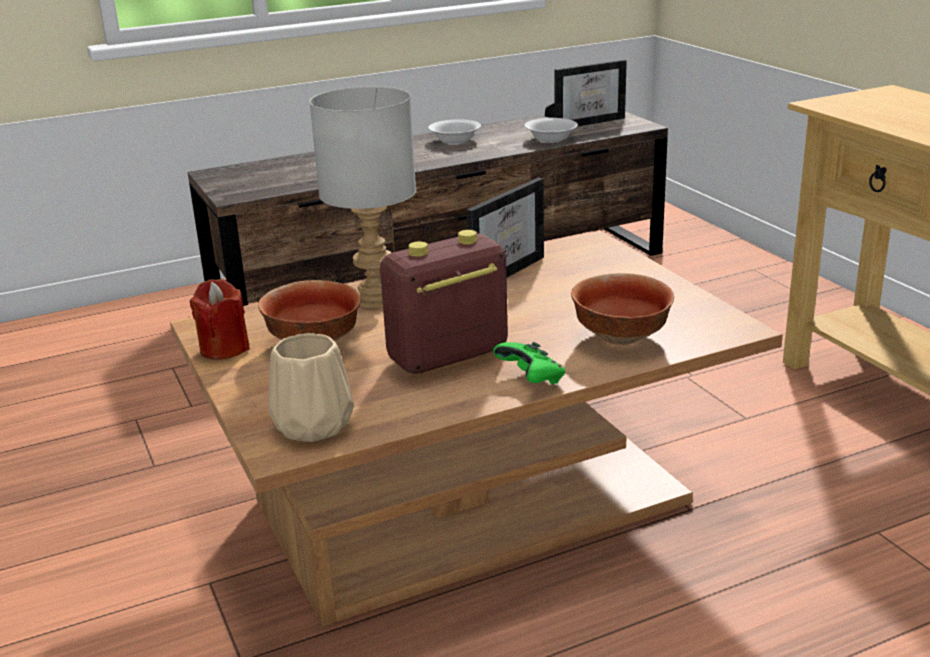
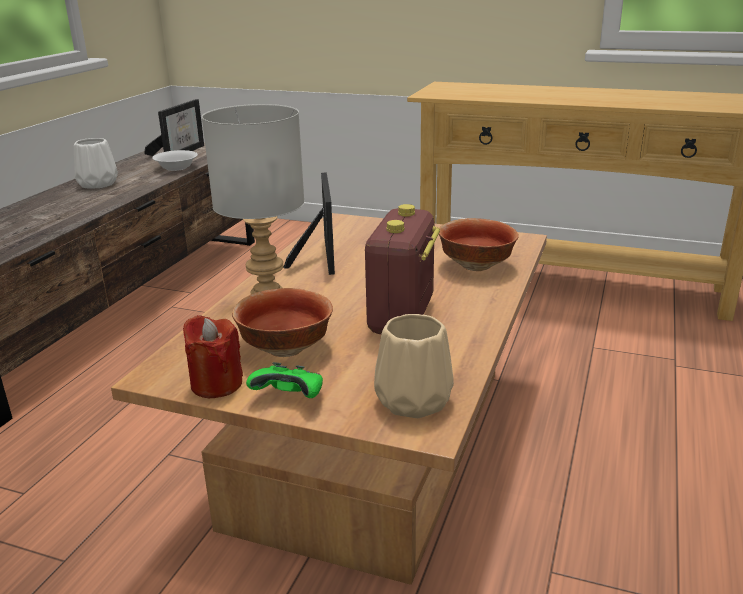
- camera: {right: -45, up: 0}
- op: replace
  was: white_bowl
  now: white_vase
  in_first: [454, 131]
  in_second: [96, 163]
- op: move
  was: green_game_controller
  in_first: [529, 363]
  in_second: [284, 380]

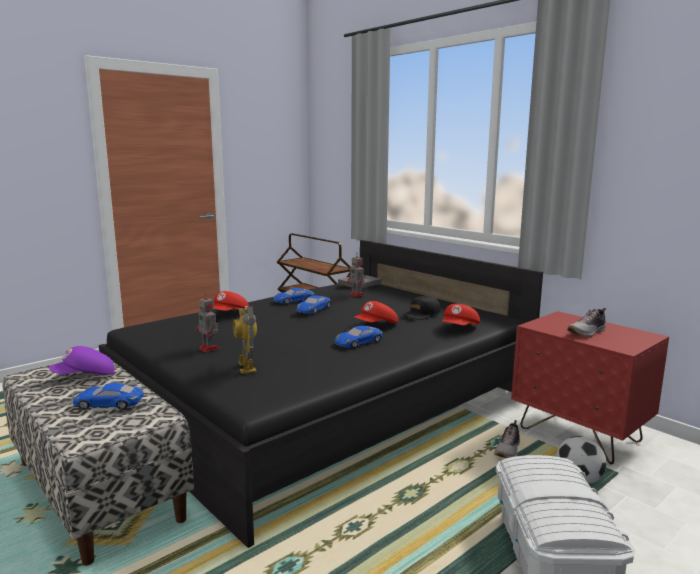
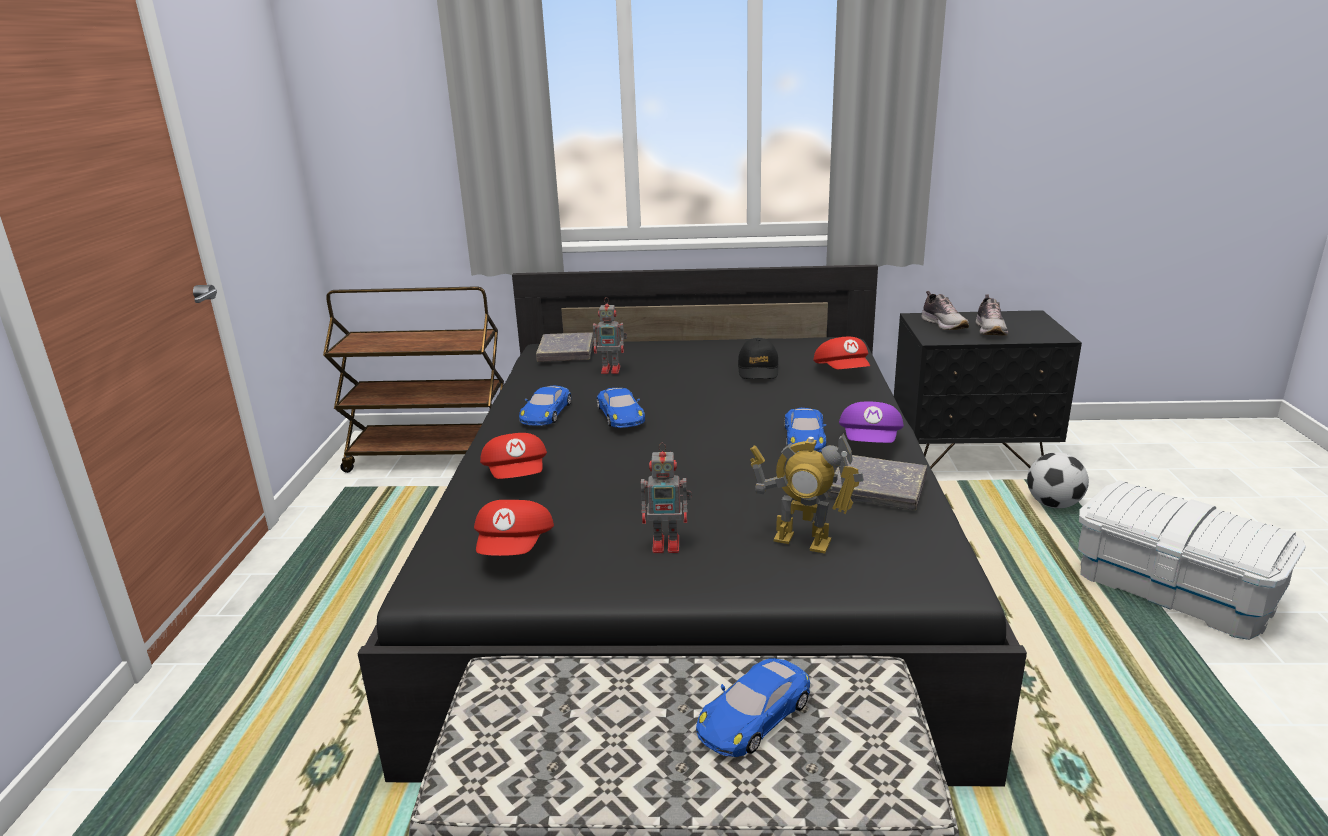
- camera: {right: -45, up: 10}
- op: move
  was: red_cap
  in_first: [376, 312]
  in_second: [514, 528]
- op: recolor
  was: red_nightstand
  now: black_nightstand
  in_first: [590, 387]
  in_second: [988, 389]
- op: move
  was: purple_cap
  in_first: [82, 360]
  in_second: [871, 422]
- op: move
  was: shoe
  in_first: [507, 439]
  in_second: [945, 310]
- op: insert
  now: grey_book
  in_second: [877, 482]

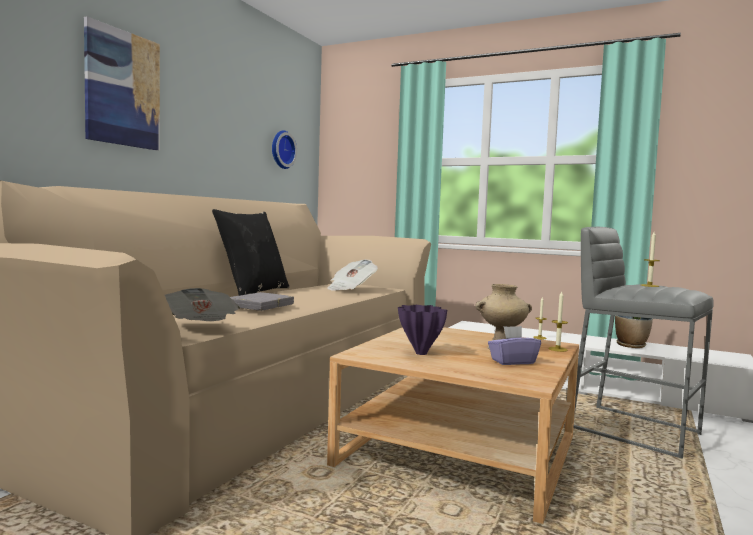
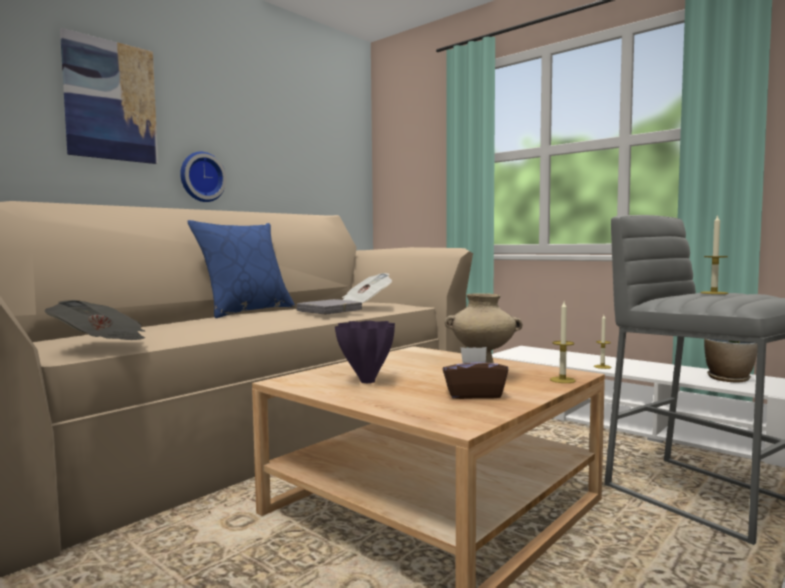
- camera: {right: 15, up: 0}
- op: move
  was: wall_clock
  in_first: [284, 149]
  in_second: [203, 177]
- op: recolor
  was: black_pillow
  now: blue_pillow
  in_first: [250, 252]
  in_second: [241, 269]
- op: move
  was: grey_book
  in_first: [262, 301]
  in_second: [329, 306]
- op: recolor
  was: purple_tissue_box
  now: brown_tissue_box
  in_first: [514, 345]
  in_second: [475, 373]

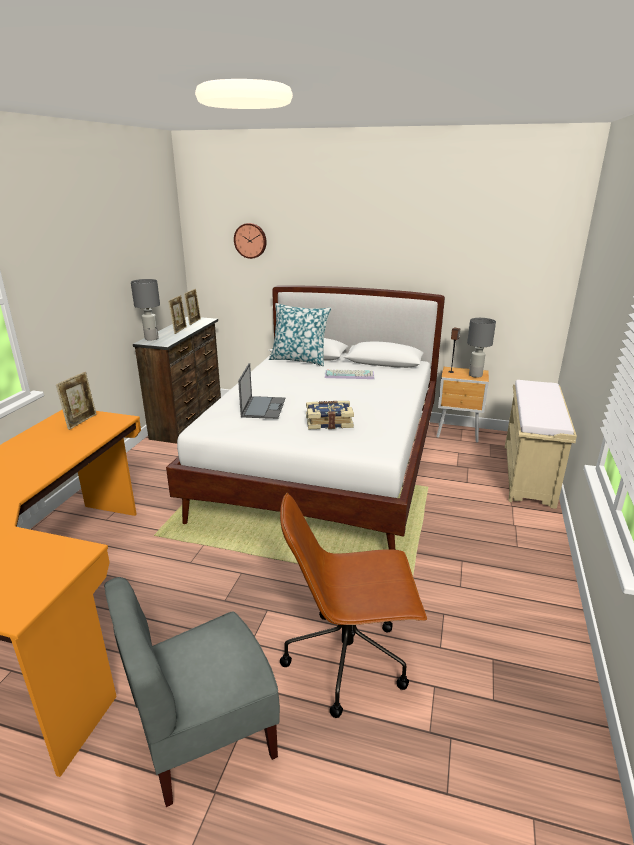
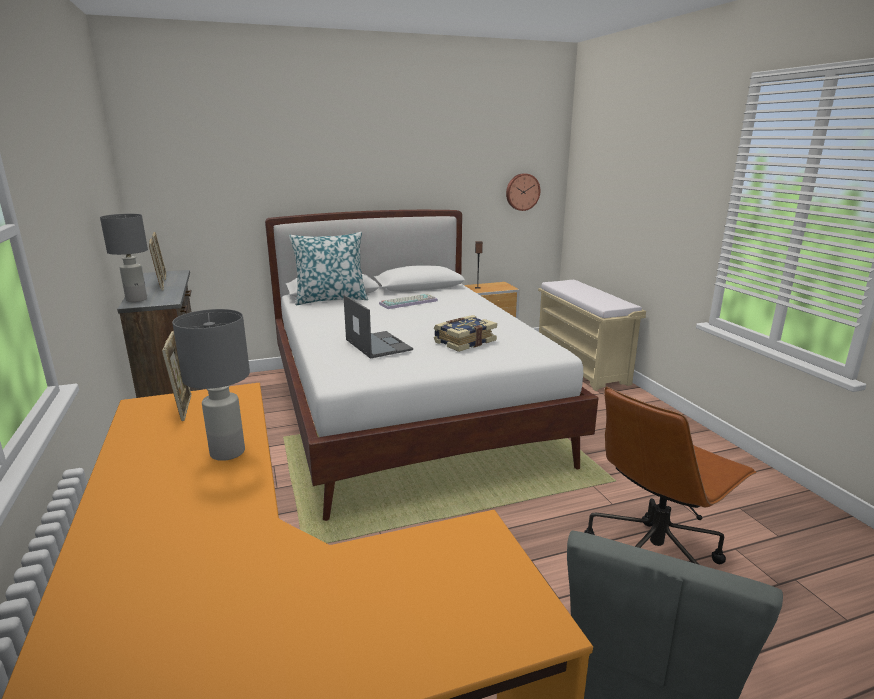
- camera: {right: -35, up: -5}
- op: move
  was: wall_clock
  in_first: [250, 241]
  in_second: [523, 192]
- op: move
  was: grey_table_lamp
  in_first: [481, 348]
  in_second: [211, 385]

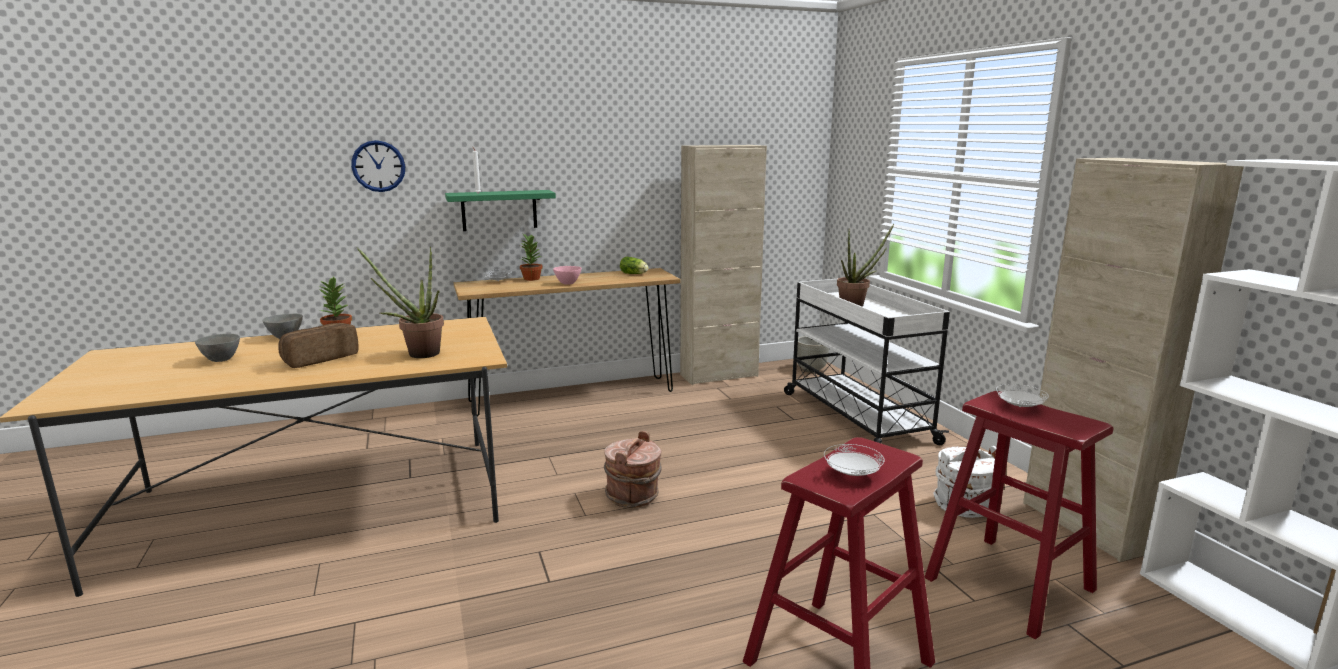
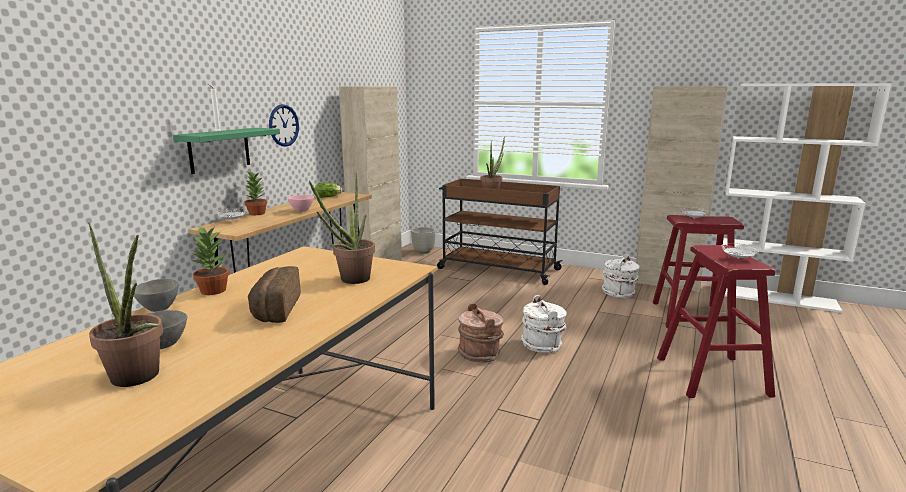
- camera: {right: -45, up: 0}
- op: move
  was: wall_clock
  in_first: [378, 166]
  in_second: [284, 125]
- op: recolor
  was: white_cart
  now: brown_cart
  in_first: [867, 362]
  in_second: [500, 232]
- op: insert
  now: potted_plant
  in_second: [125, 304]
- op: insert
  now: white_bucket
  in_second: [544, 324]

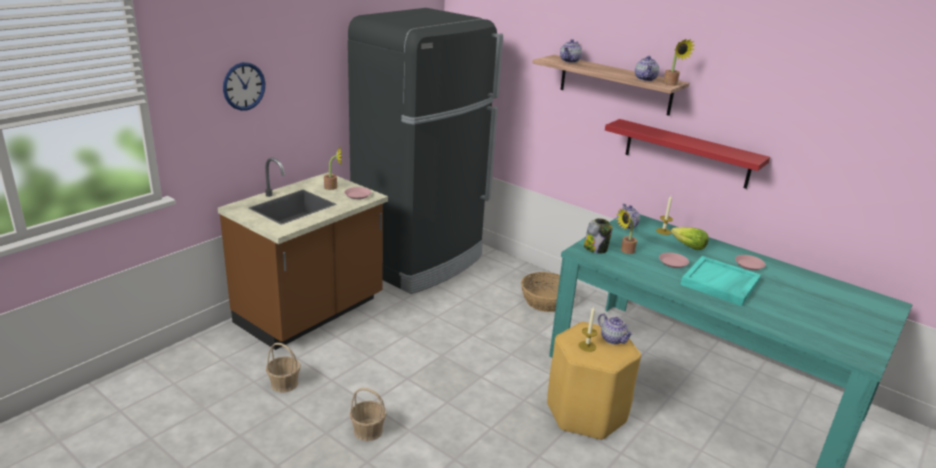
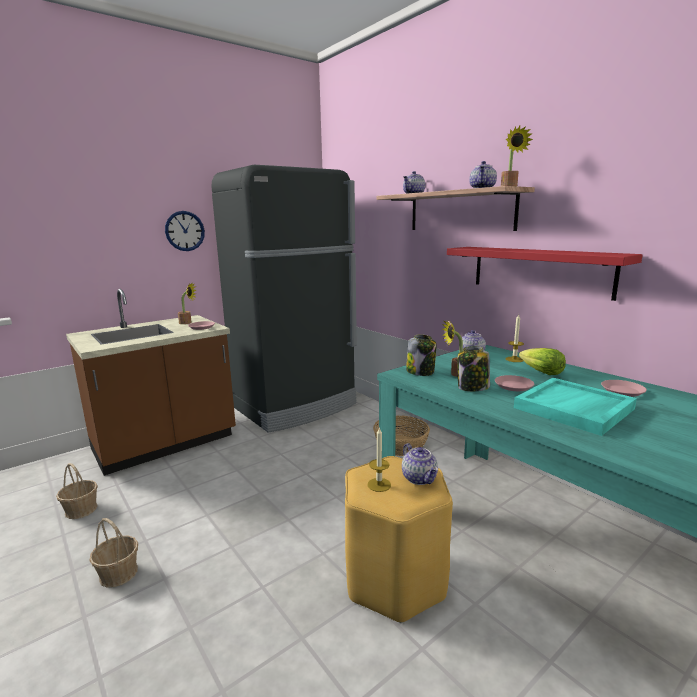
- camera: {right: 15, up: -10}
- op: move
  was: wall_clock
  in_first: [244, 86]
  in_second: [185, 231]
- op: insert
  now: jar
  in_second: [473, 368]

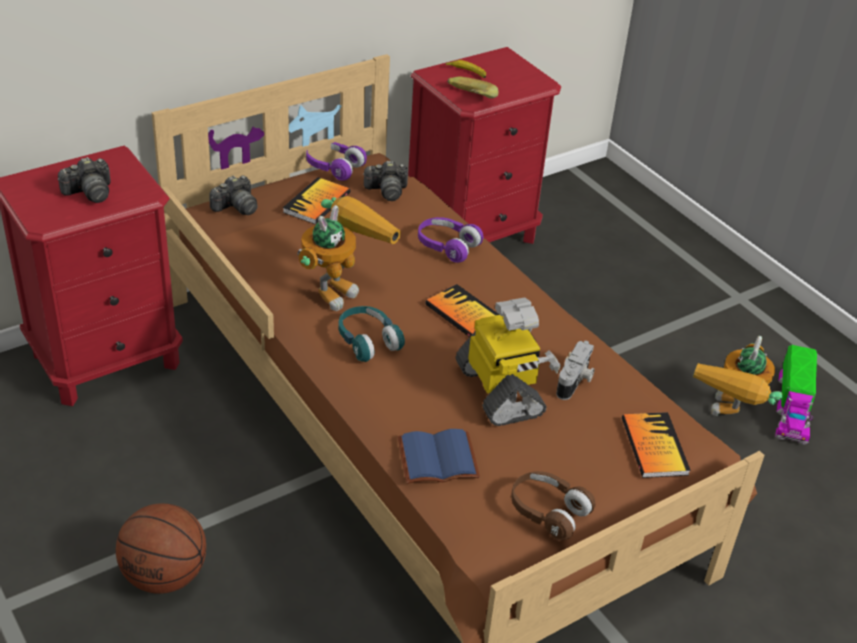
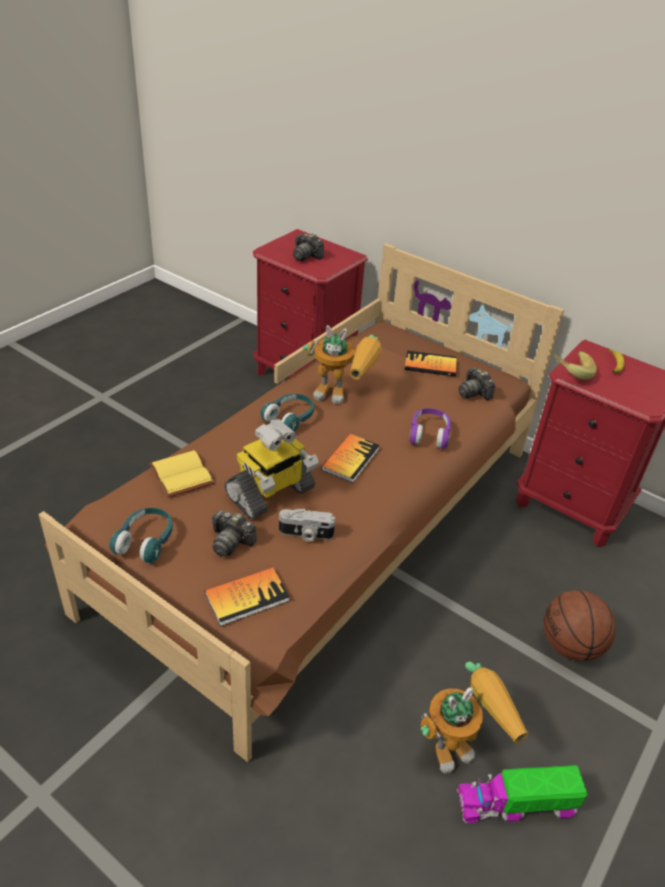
- camera: {right: 70, up: 0}
- op: delete
  was: purple_headphones
  in_first: [336, 161]
- op: move
  was: photo_camera
  in_first: [233, 195]
  in_second: [234, 533]
- op: rotate
  was: toy_robot
  in_first: [738, 376]
  in_second: [474, 718]
  clockwise: 150
- op: recolor
  was: blue_book
  now: yellow_book
  in_first: [439, 456]
  in_second: [182, 474]
- op: recolor
  was: brown_headphones
  now: turquoise_headphones
  in_first: [553, 505]
  in_second: [141, 535]
- op: move
  was: basketball
  in_first: [161, 548]
  in_second: [579, 625]

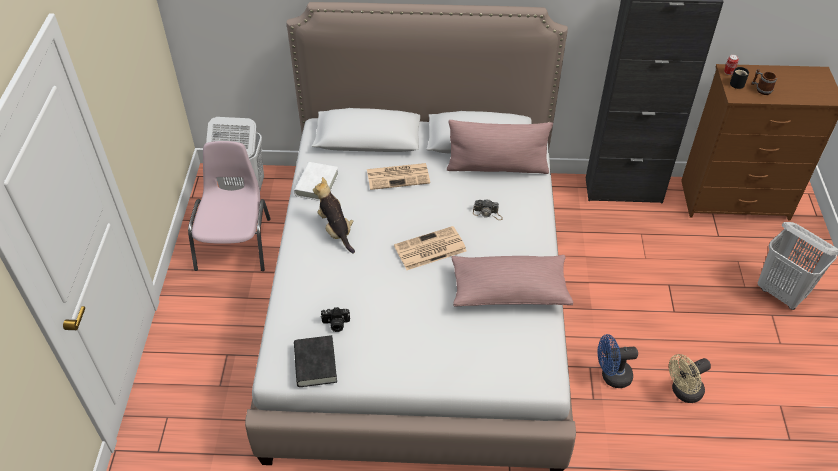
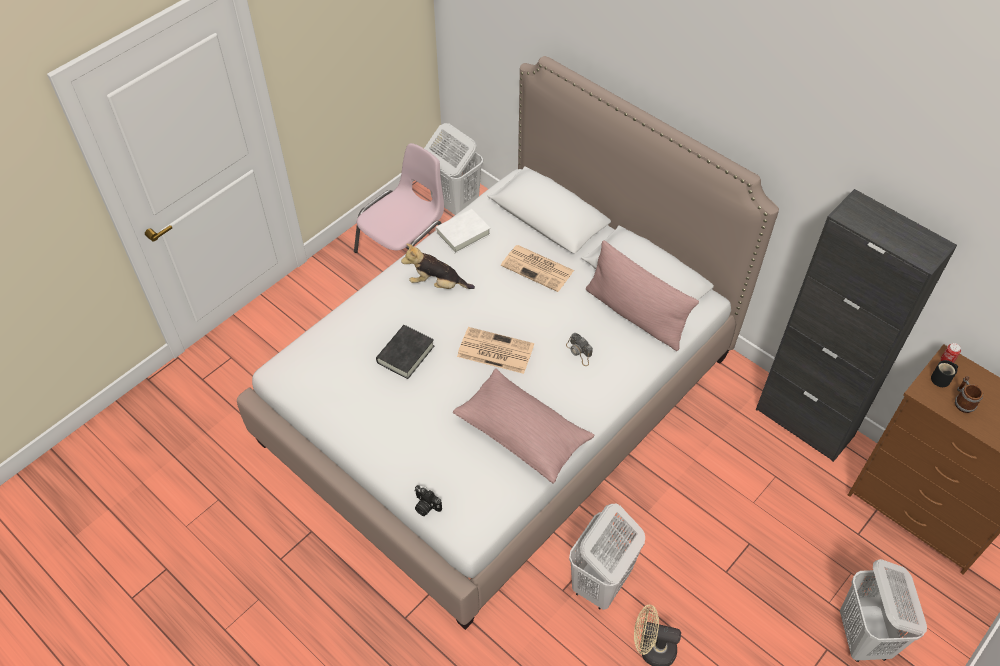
- camera: {right: 40, up: 5}
- op: rotate
  was: plush_toy
  in_first: [334, 215]
  in_second: [438, 266]
  clockwise: -90
- op: move
  was: photo_camera
  in_first: [335, 319]
  in_second: [428, 500]
- op: replace
  was: blue_fan
  now: white_laundry_basket
  in_first: [618, 361]
  in_second: [607, 557]
- op: move
  was: black_book
  in_first: [315, 361]
  in_second: [405, 352]

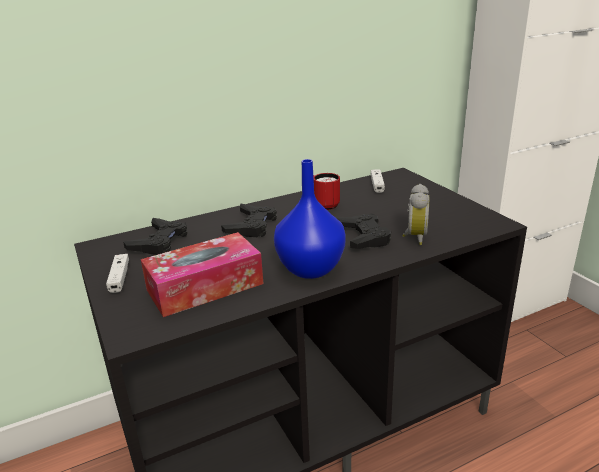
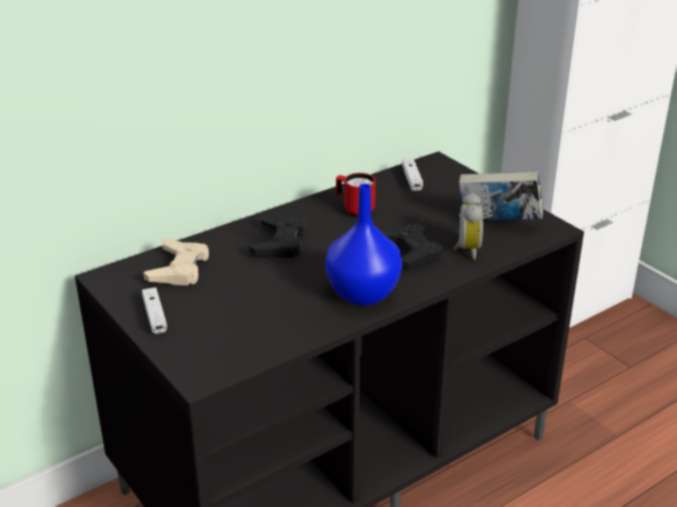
- camera: {right: -10, up: 5}
- op: recolor
  was: black_game_controller
  now: beige_game_controller
  in_first: [155, 236]
  in_second: [176, 262]
- op: delete
  was: tissue_box
  in_first: [202, 274]
- op: insert
  now: book
  in_second: [501, 195]

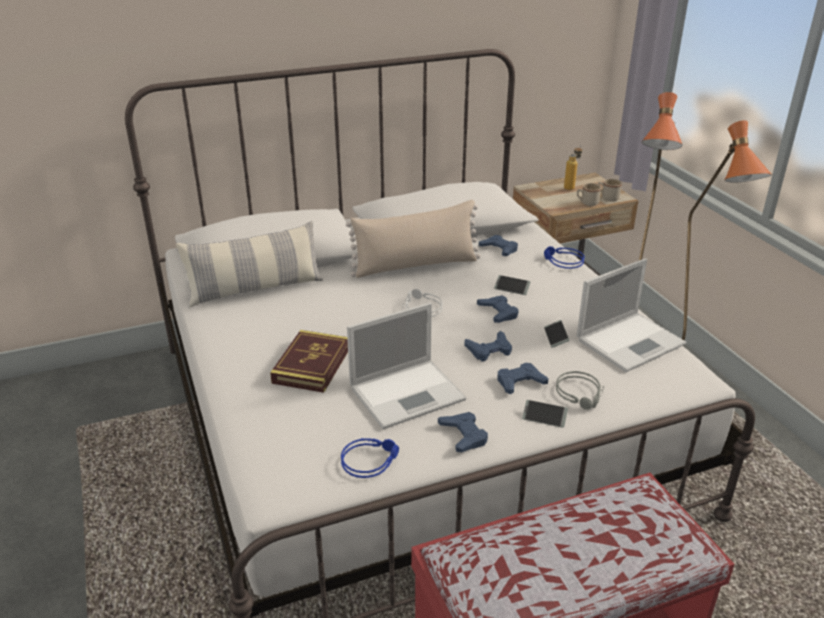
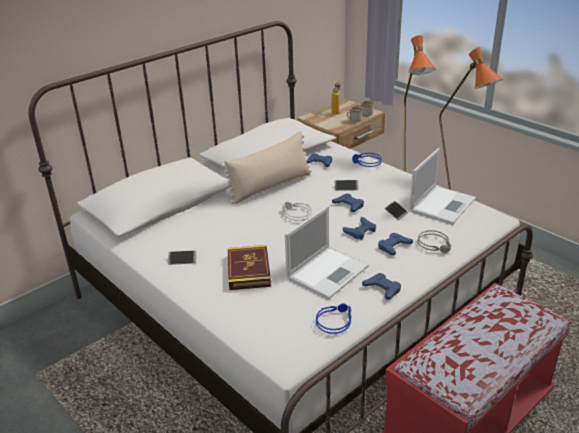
- camera: {right: -20, up: 0}
- op: delete
  was: pillow
  in_first: [249, 264]
- op: move
  was: phone
  in_first: [545, 414]
  in_second: [182, 257]

